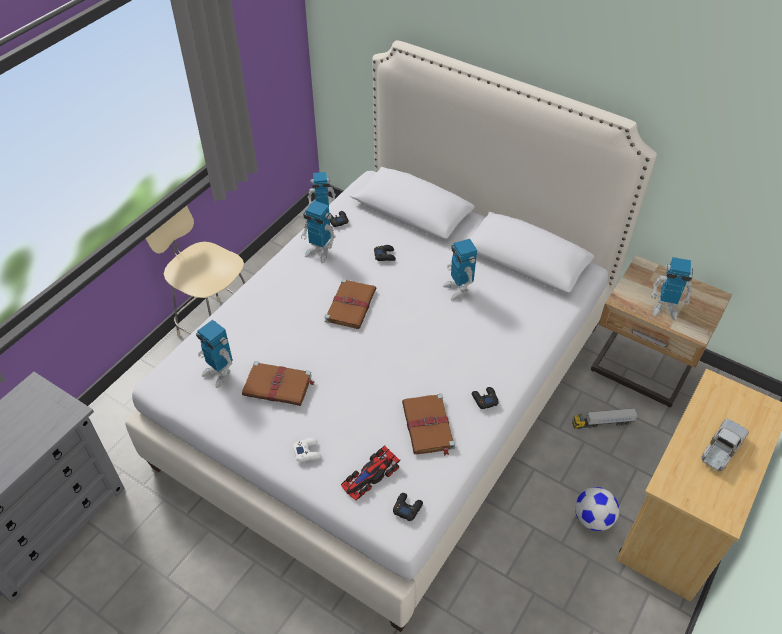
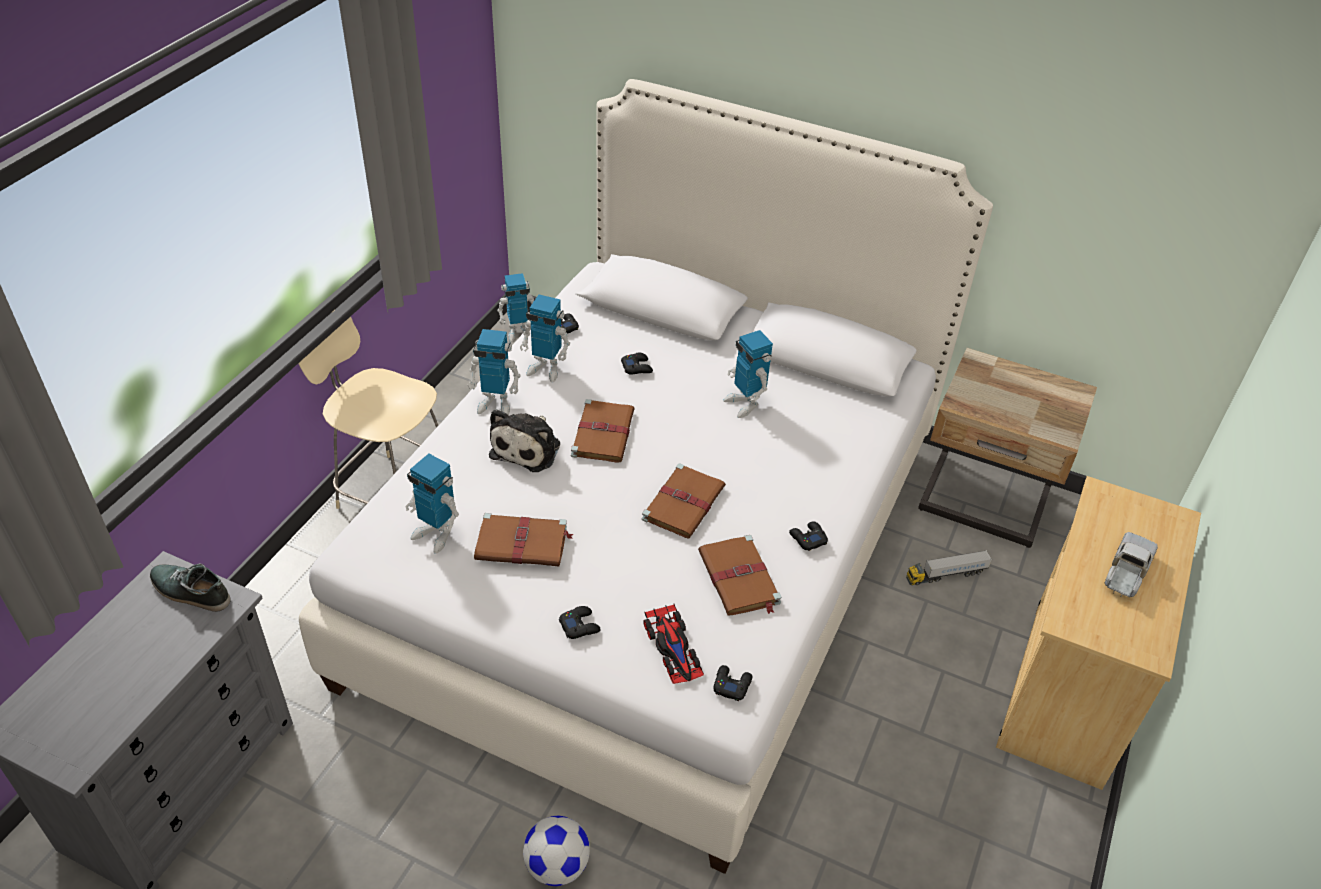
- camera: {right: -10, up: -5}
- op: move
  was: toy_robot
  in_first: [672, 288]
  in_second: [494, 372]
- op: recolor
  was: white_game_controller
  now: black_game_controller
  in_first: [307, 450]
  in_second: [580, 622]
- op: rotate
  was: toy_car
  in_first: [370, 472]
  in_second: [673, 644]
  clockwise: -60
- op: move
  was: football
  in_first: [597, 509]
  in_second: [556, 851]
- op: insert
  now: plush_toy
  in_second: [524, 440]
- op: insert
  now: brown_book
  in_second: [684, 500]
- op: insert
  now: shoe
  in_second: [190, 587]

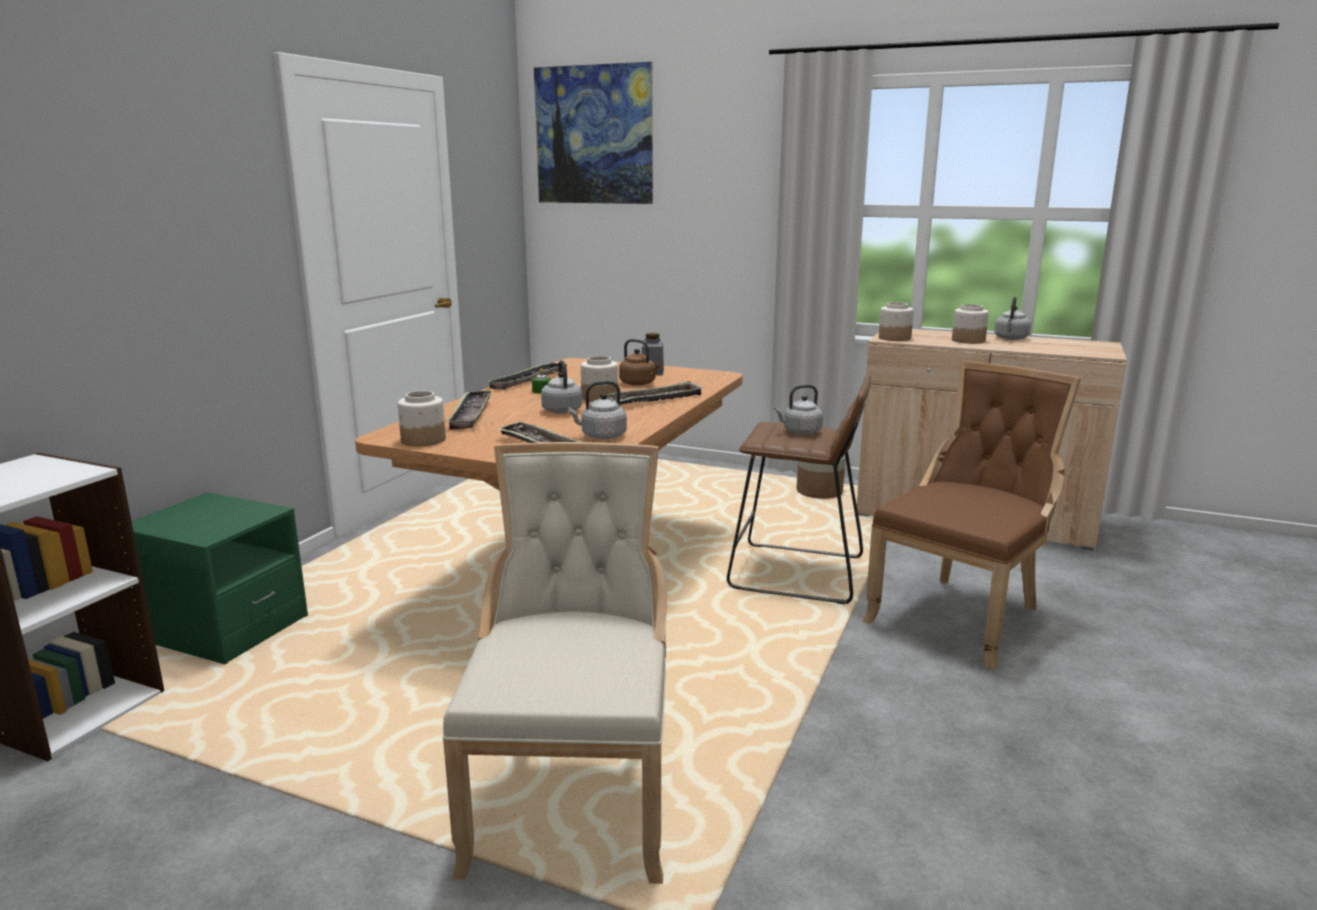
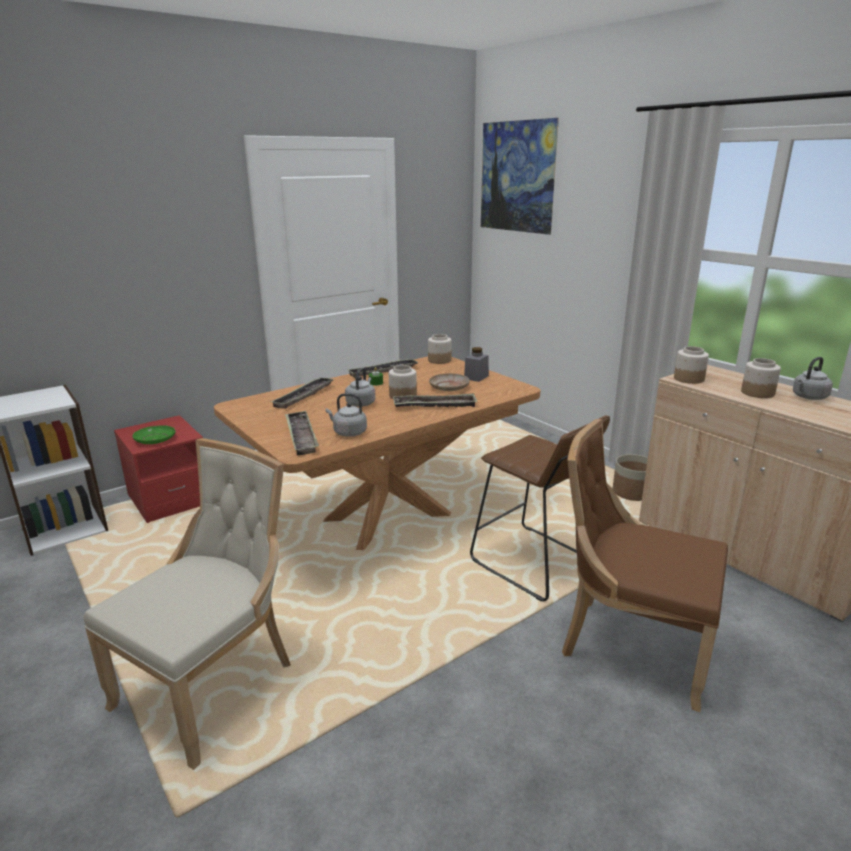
- camera: {right: 30, up: 5}
- op: replace
  was: brown_kettle
  now: beige_plate
  in_first: [640, 362]
  in_second: [449, 382]
- op: rotate
  was: brown_chair
  in_first: [971, 515]
  in_second: [645, 565]
  clockwise: -135
- op: delete
  was: grey_kettle
  in_first: [798, 409]
- op: move
  was: jar
  in_first: [422, 418]
  in_second: [440, 349]
- op: recolor
  was: green_nightstand
  now: red_nightstand
  in_first: [220, 578]
  in_second: [158, 469]
- op: insert
  now: green_plate
  in_second: [154, 434]

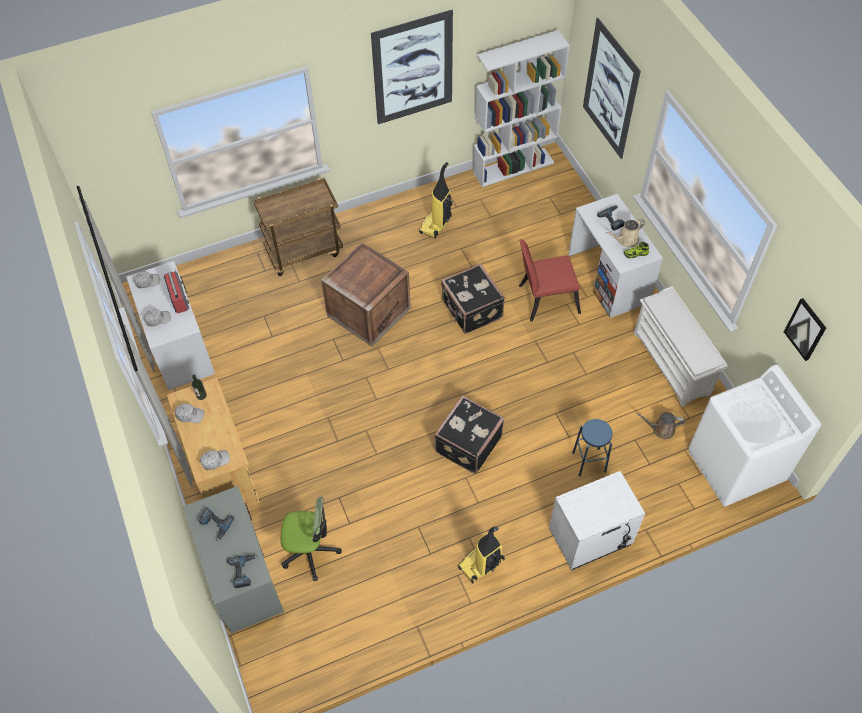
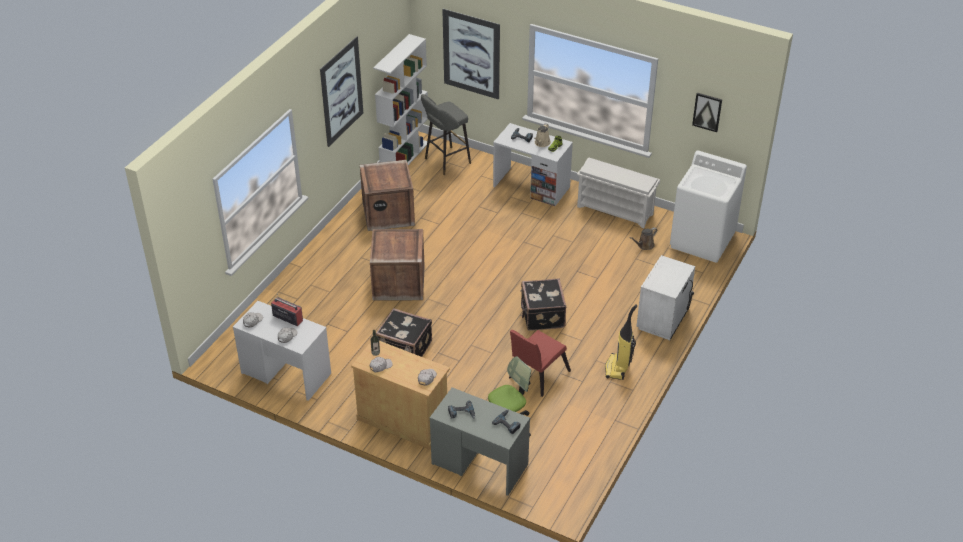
- camera: {right: -40, up: -15}
- op: replace
  was: vacuum_cleaner
  now: crate
  in_first: [435, 200]
  in_second: [387, 195]
- op: delete
  was: brown_cart
  in_first: [298, 227]
- op: move
  was: red_chair
  in_first: [550, 280]
  in_second: [540, 363]
- op: move
  was: black_suitcase
  in_first: [473, 299]
  in_second: [404, 332]
- op: delete
  was: blue_stool
  in_first: [592, 448]
- op: insert
  now: grey_stool
  in_second: [446, 134]

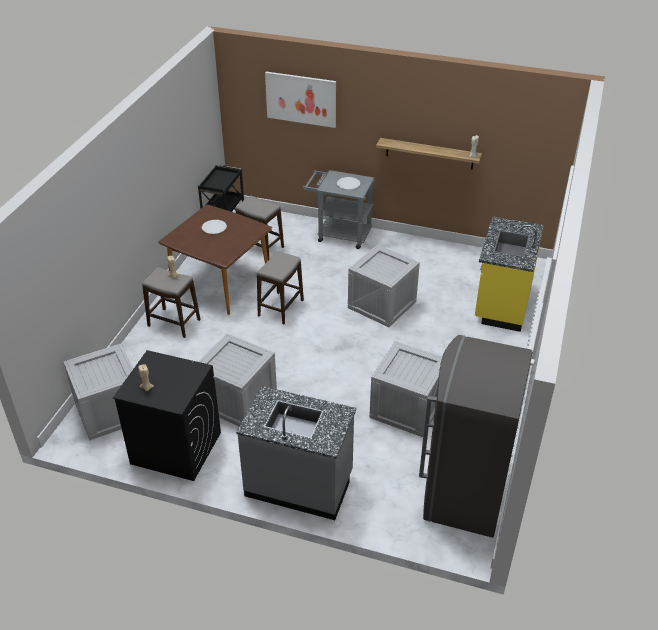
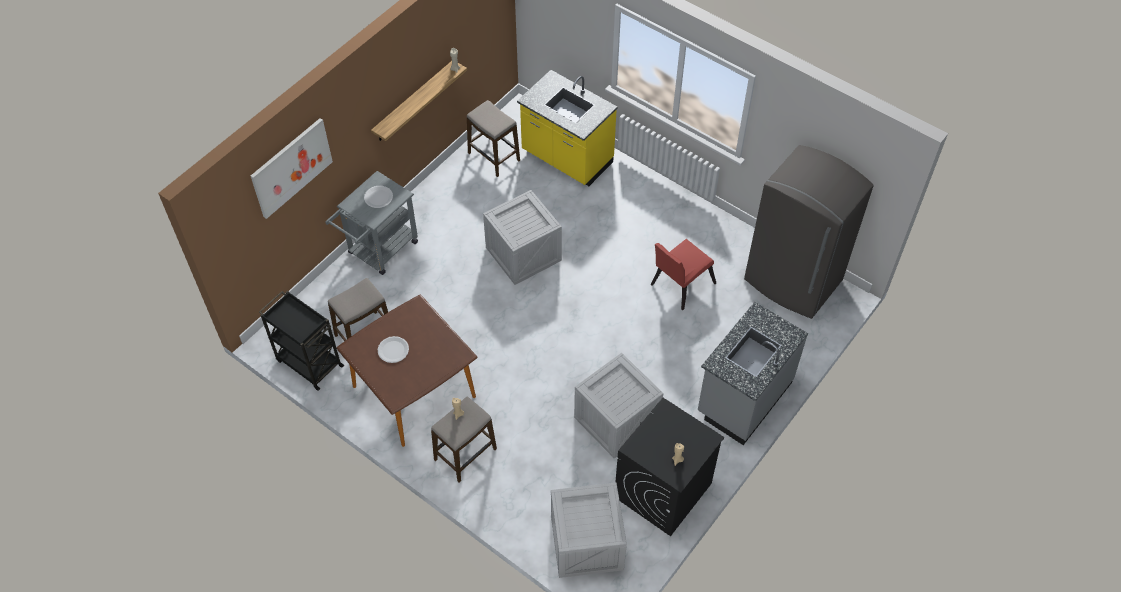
- camera: {right: -70, up: 15}
- op: move
  was: stool
  in_first: [280, 287]
  in_second: [493, 138]
- op: replace
  was: crate
  now: red_chair
  in_first: [405, 389]
  in_second: [683, 274]

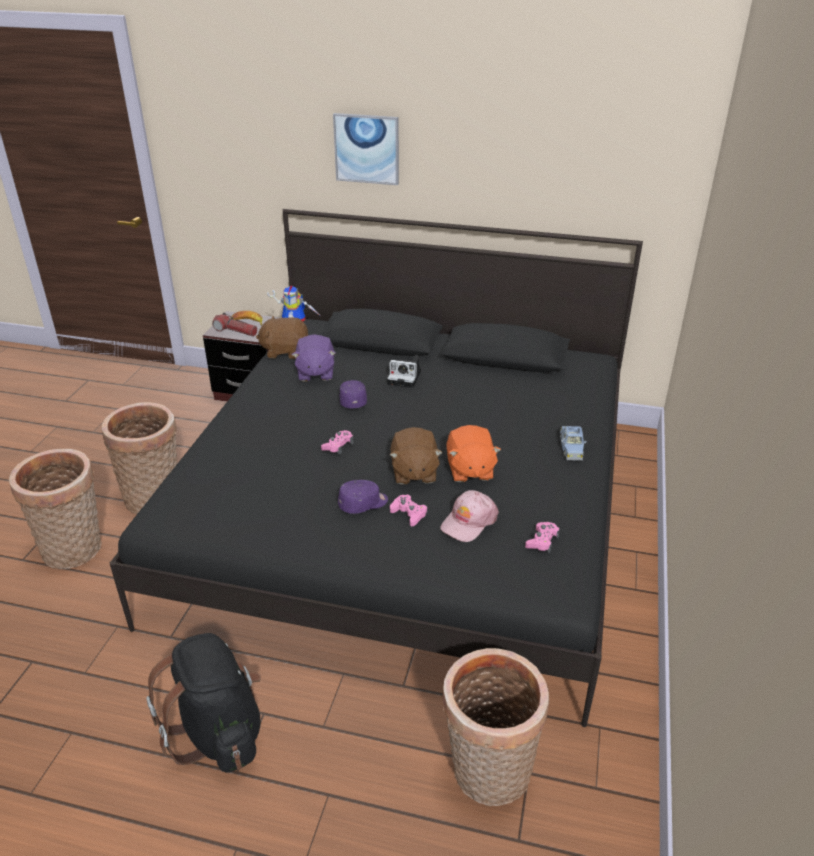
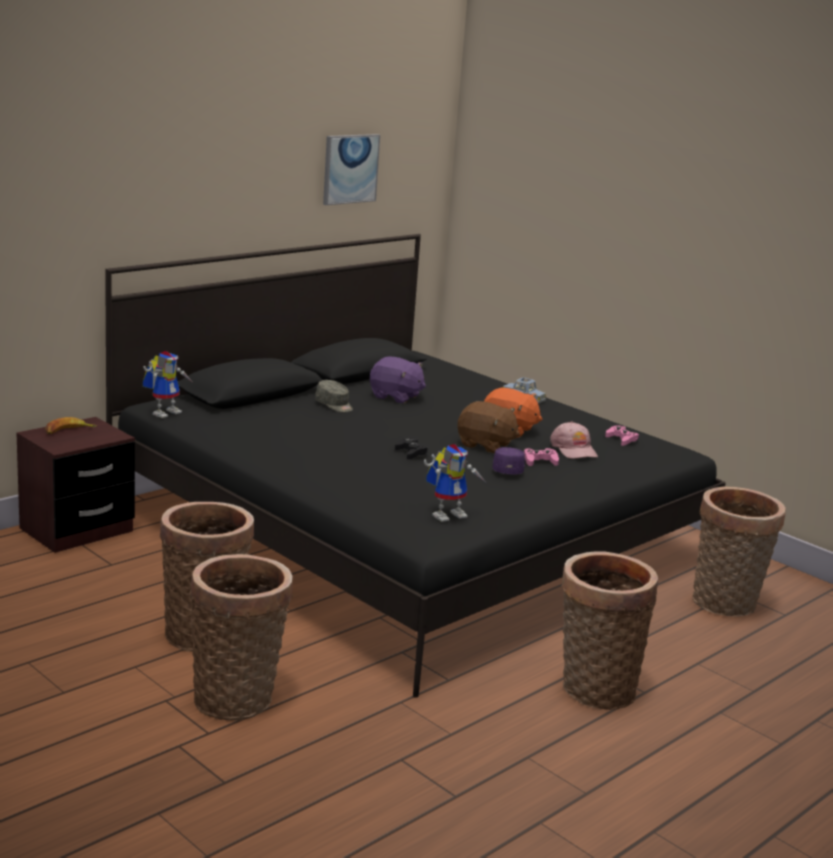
- camera: {right: -60, up: -15}
- op: move
  was: picture
  in_first: [366, 149]
  in_second: [351, 169]
- op: delete
  was: flashlight
  in_first: [234, 324]
- op: delete
  was: brown_plush_toy
  in_first: [282, 337]
- op: move
  was: purple_plush_toy
  in_first: [314, 358]
  in_second: [398, 380]
- op: replace
  was: photo_camera
  now: grey_cap
  in_first: [404, 372]
  in_second: [334, 396]
- op: delete
  was: purple_cap
  in_first: [353, 394]
- op: recolor
  was: pink_game_controller
  now: black_game_controller
  in_first: [337, 442]
  in_second: [411, 448]
- op: replace
  was: black_backpack
  now: basket
  in_first: [203, 703]
  in_second: [610, 630]
- op: insert
  now: toy_robot
  in_second: [454, 483]

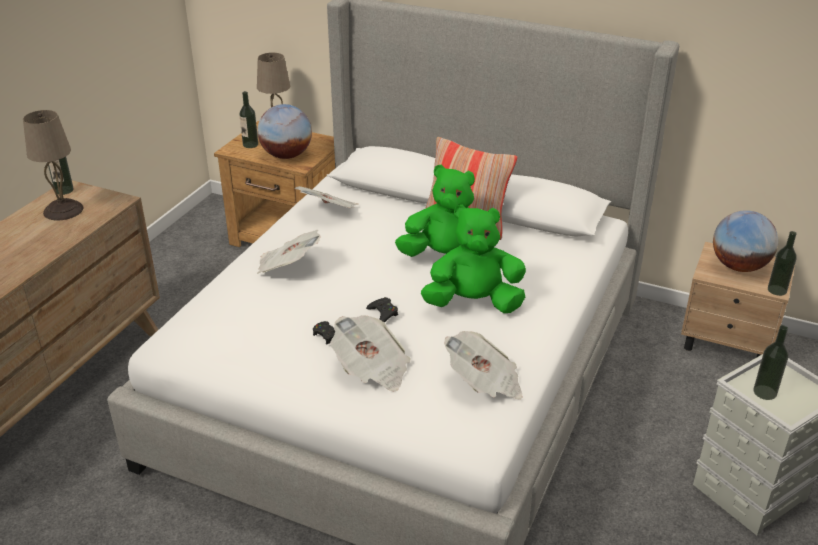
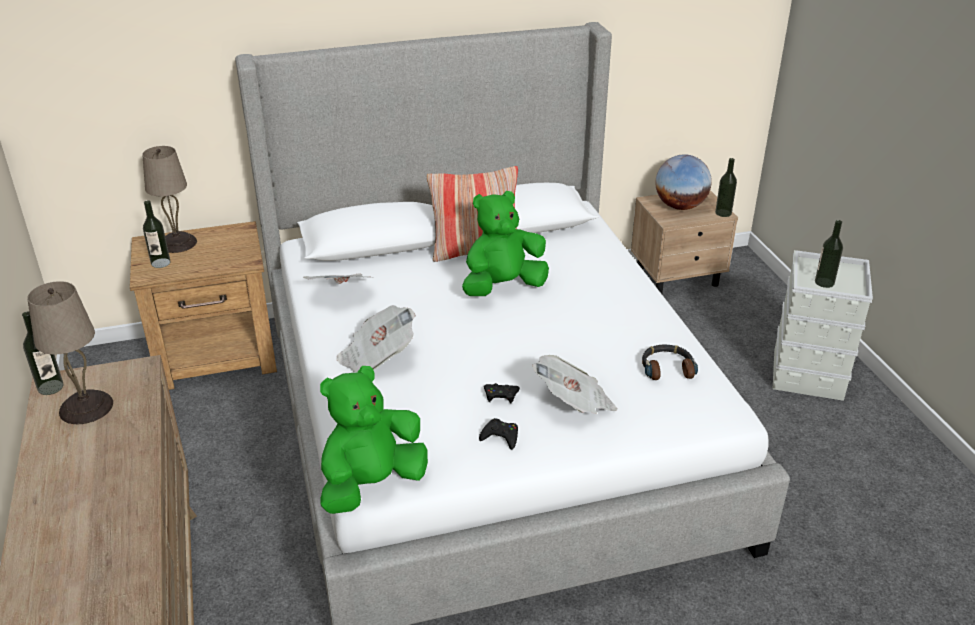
- camera: {right: -40, up: 0}
- op: delete
  was: globe
  in_first: [284, 131]
- op: move
  was: green_plush_toy
  in_first: [473, 259]
  in_second: [374, 440]
- op: move
  was: black_game_controller
  in_first: [382, 309]
  in_second: [498, 434]
- op: replace
  was: newspaper
  now: headphones
  in_first: [483, 365]
  in_second: [670, 362]

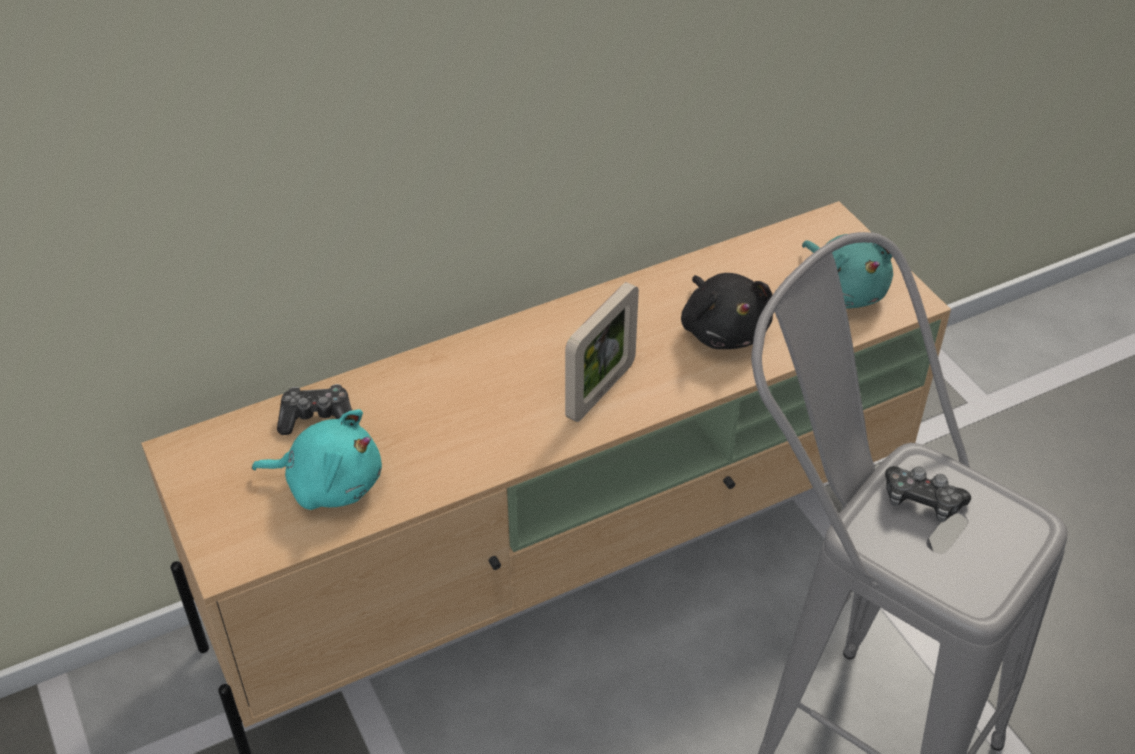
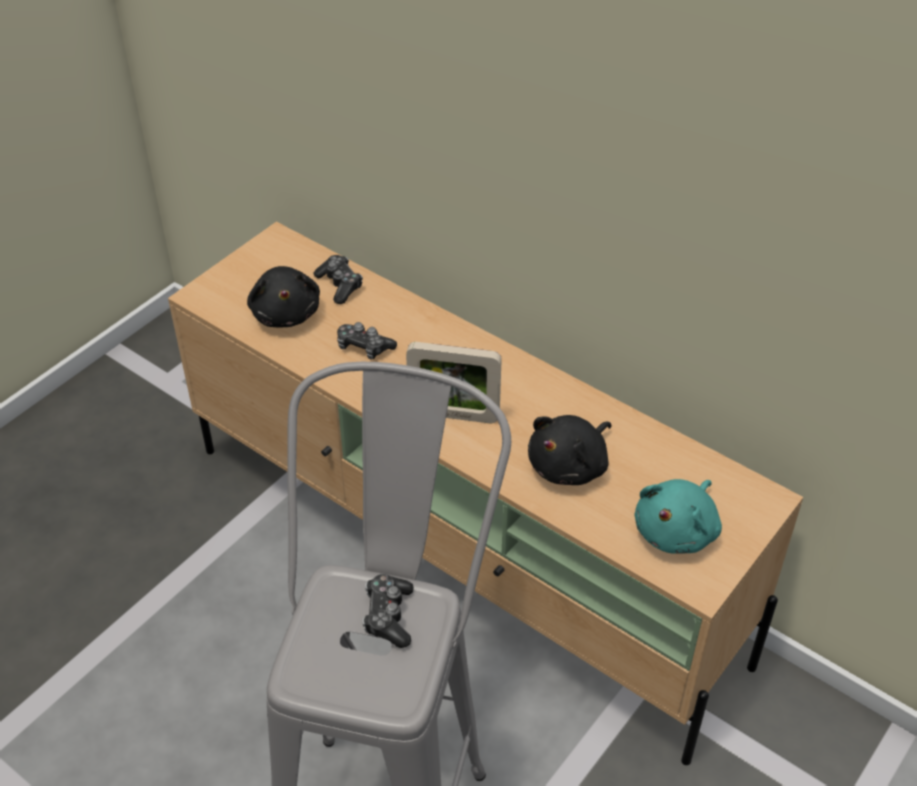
- camera: {right: 65, up: 0}
- op: recolor
  was: turquoise_plush_toy
  now: black_plush_toy
  in_first: [317, 459]
  in_second: [283, 297]
- op: insert
  now: game_controller
  in_second: [367, 340]

